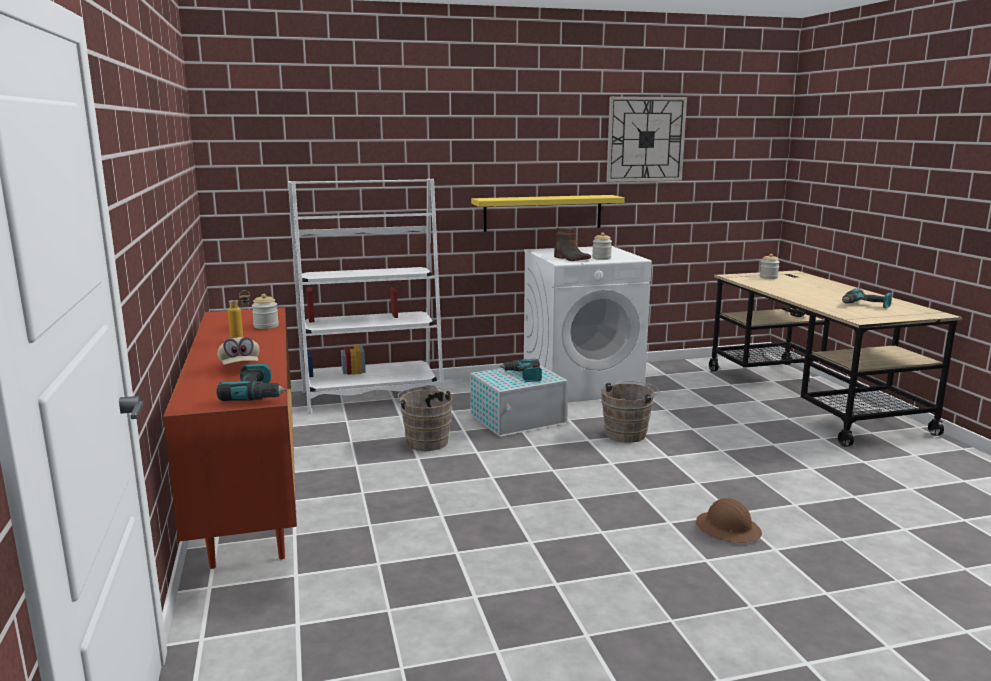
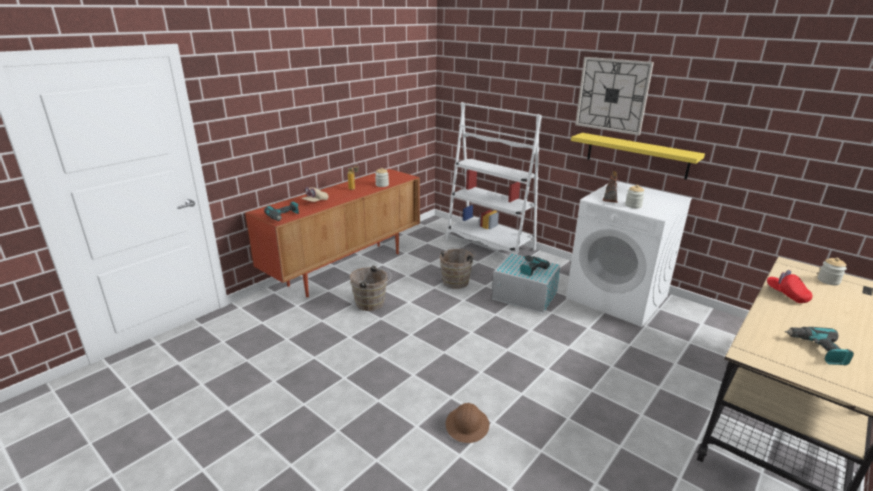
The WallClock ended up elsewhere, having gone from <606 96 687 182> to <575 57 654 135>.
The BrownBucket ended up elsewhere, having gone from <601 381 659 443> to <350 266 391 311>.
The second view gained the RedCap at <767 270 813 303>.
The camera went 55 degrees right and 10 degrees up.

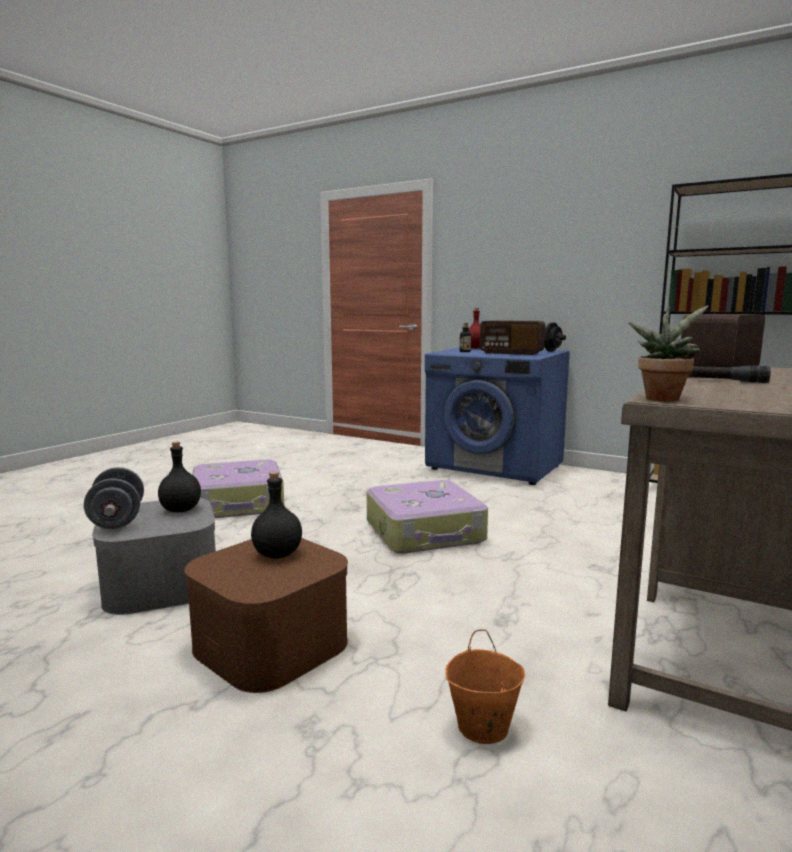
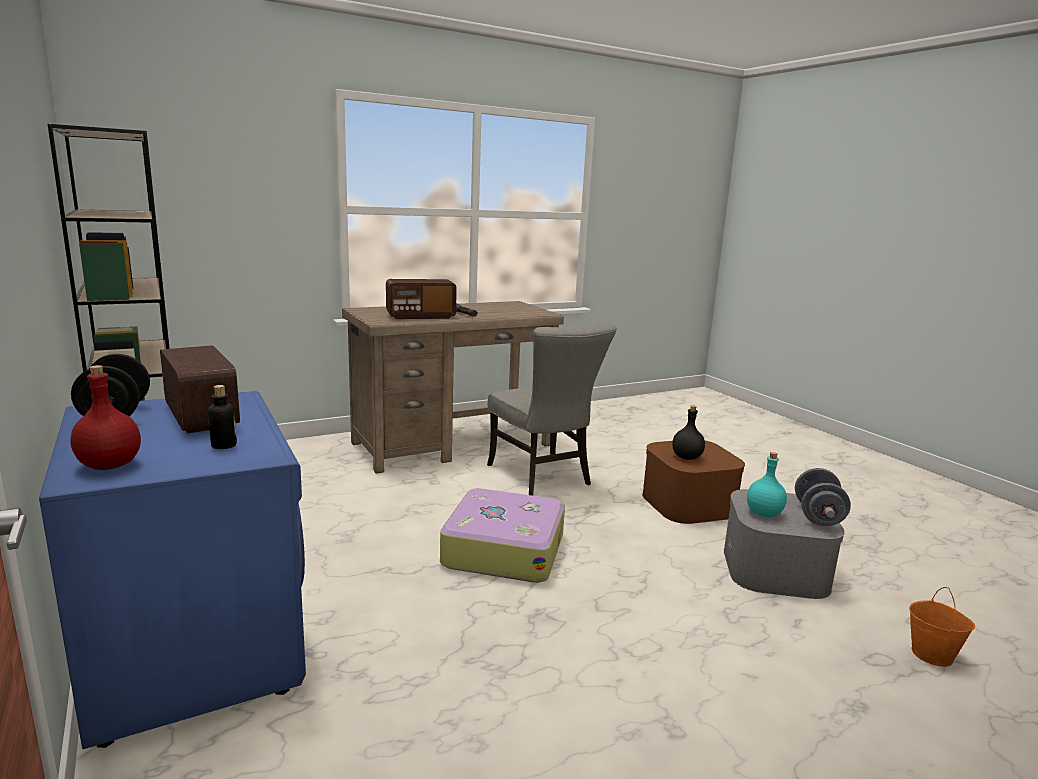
The second view lost the PottedPlant at <628 305 709 402>.
What was the BlackBottle at <158 442 201 512> turned into the TurquoiseBottle at <747 452 787 517>.
The second view lost the Suitcase at <192 460 284 518>.
The OrangeBucket ended up elsewhere, having gone from <445 629 525 744> to <909 587 975 667>.
The second view gained the GreyChair at <487 323 617 496>.
The camera went 150 degrees left and 5 degrees up.

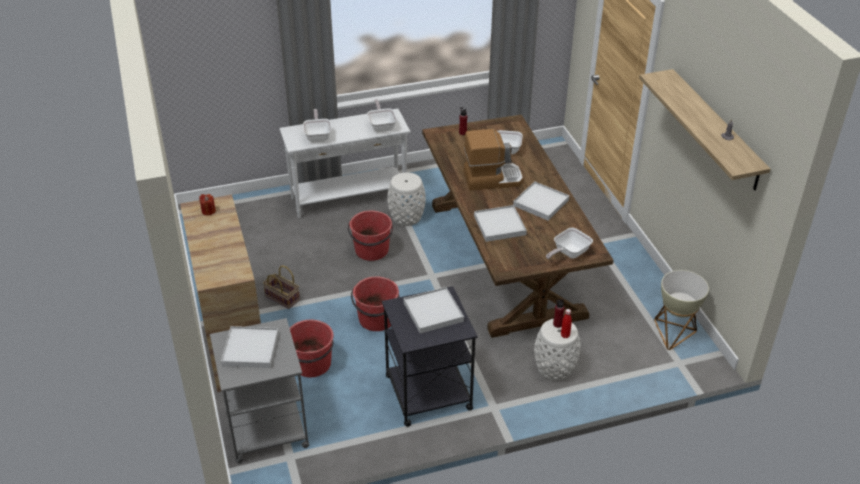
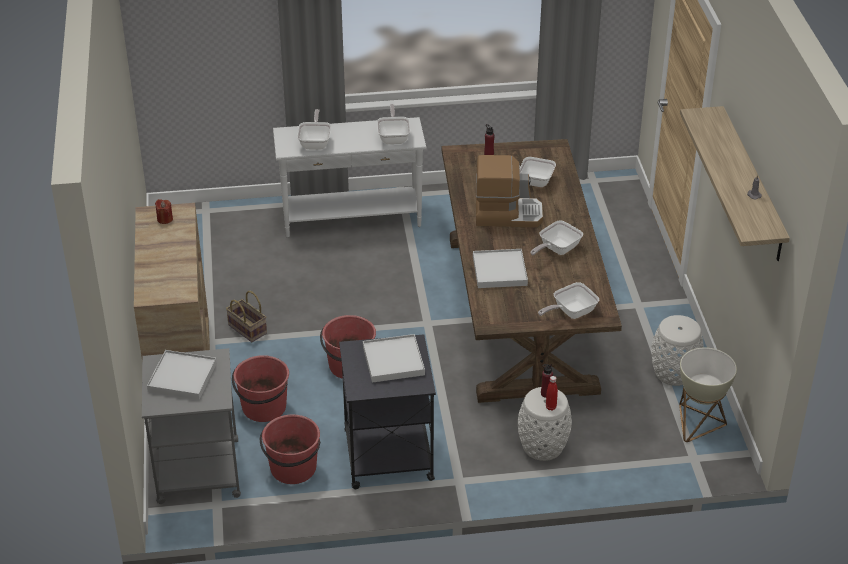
The WhiteStool ended up elsewhere, having gone from <387 172 426 226> to <651 315 703 386>.
Where the WhiteTray stood at <513 181 569 221>, the FryingPan came to stand at <530 220 583 256>.
The RedBucket ended up elsewhere, having gone from <348 211 393 261> to <260 414 320 484>.
The camera went 10 degrees right and 0 degrees up.

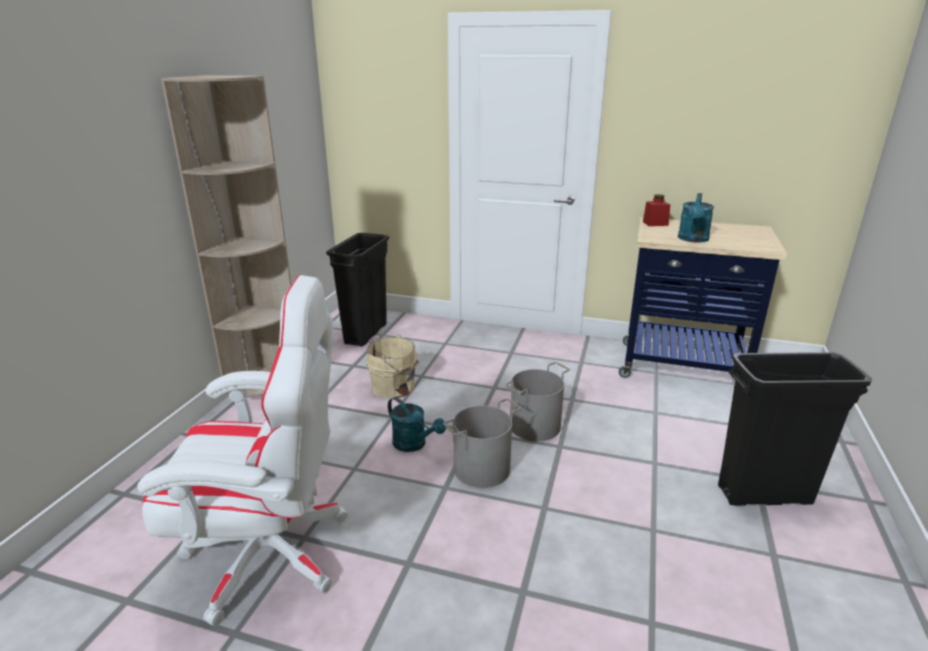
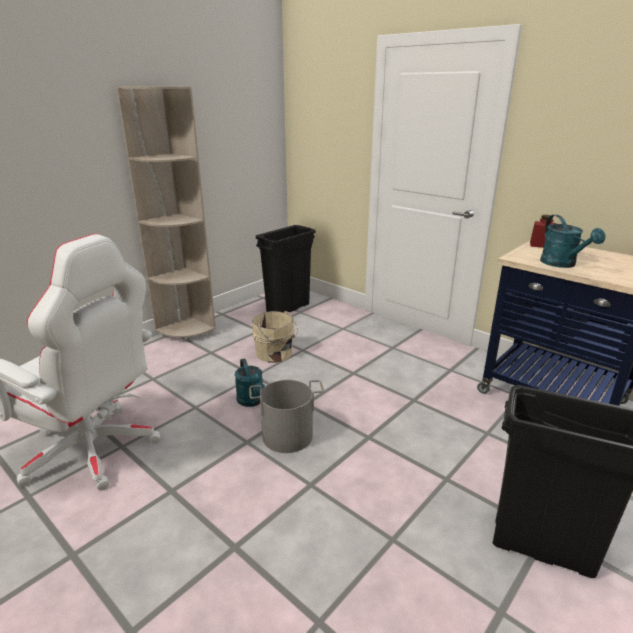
The TurquoiseWateringCan at <678 193 714 242> ended up facing another way, 60 degrees counterclockwise from before.
The second view lost the GreyBucket at <505 362 570 441>.
The camera went 25 degrees right and 0 degrees up.

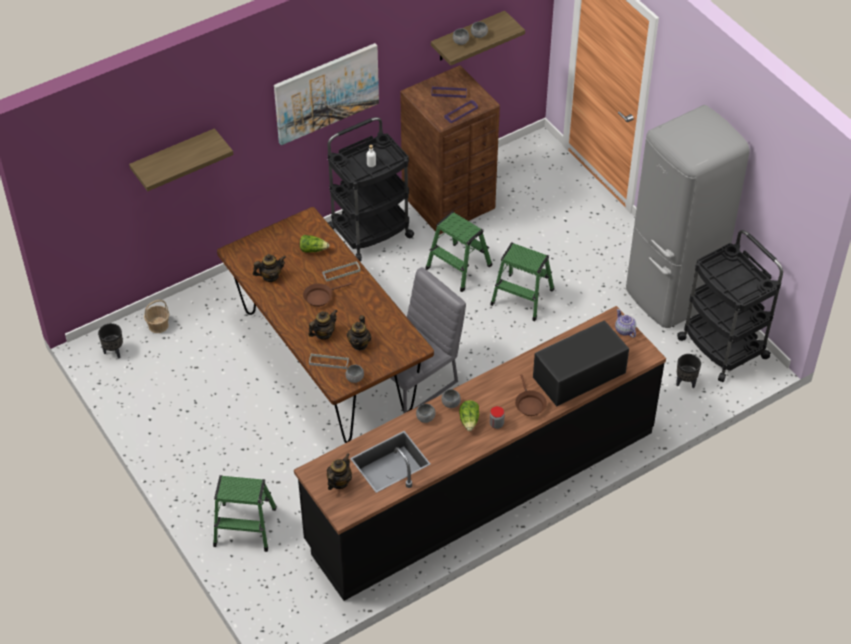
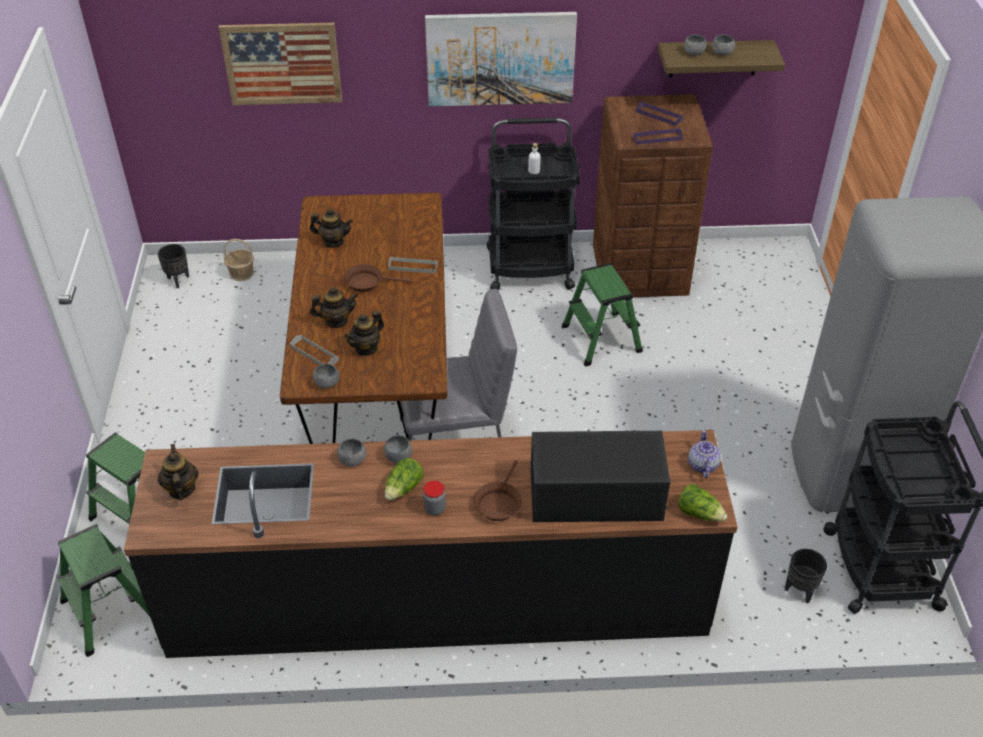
Where the Shelf hung at <129 128 233 191>, the Picture came to hang at <218 23 342 105>.
The Lettuce ended up elsewhere, having gone from <300 235 330 253> to <678 484 727 521>.
The GreenStepLadder ended up elsewhere, having gone from <490 242 555 321> to <56 524 150 657>.
The Teapot at <327 453 352 490> ended up facing another way, 75 degrees counterclockwise from before.
The camera went 30 degrees right and 5 degrees down.

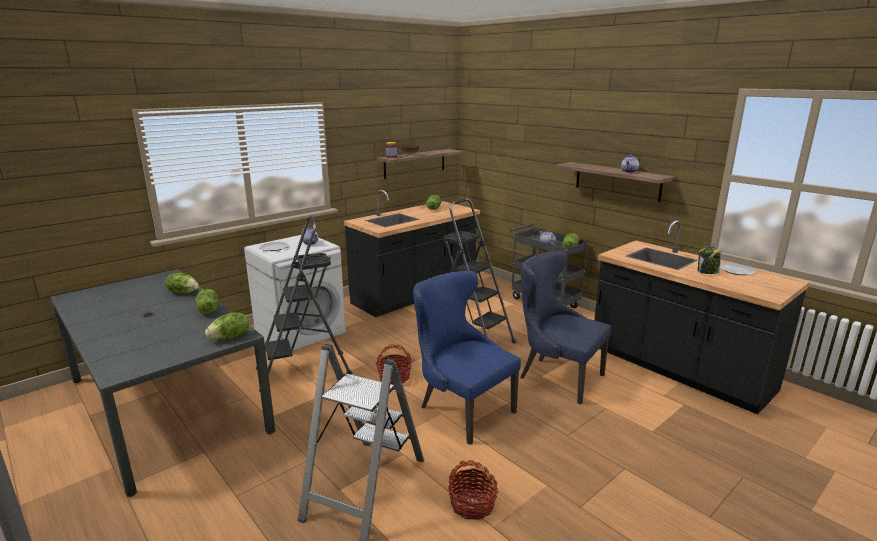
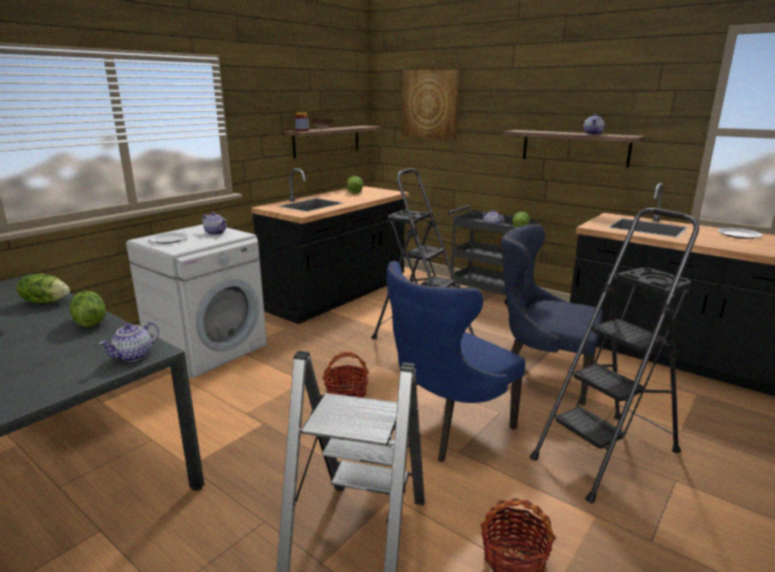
The StepLadder ended up elsewhere, having gone from <256 216 353 392> to <529 208 699 503>.
The second view lost the Jar at <698 245 721 274>.
The BlueChair at <413 271 521 445> ended up facing another way, 75 degrees counterclockwise from before.
Where the Lettuce stood at <205 312 249 339>, the Teapot came to stand at <99 322 159 362>.
The second view gained the Picture at <402 69 459 139>.
The camera went 10 degrees left and 0 degrees up.

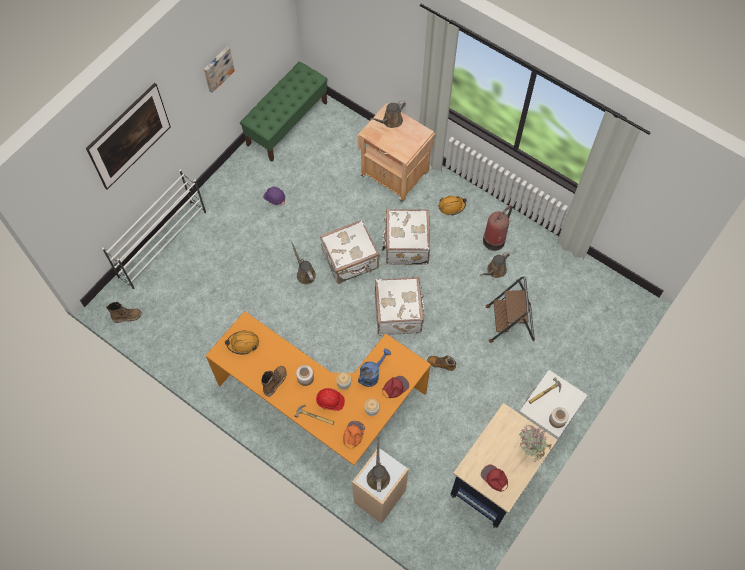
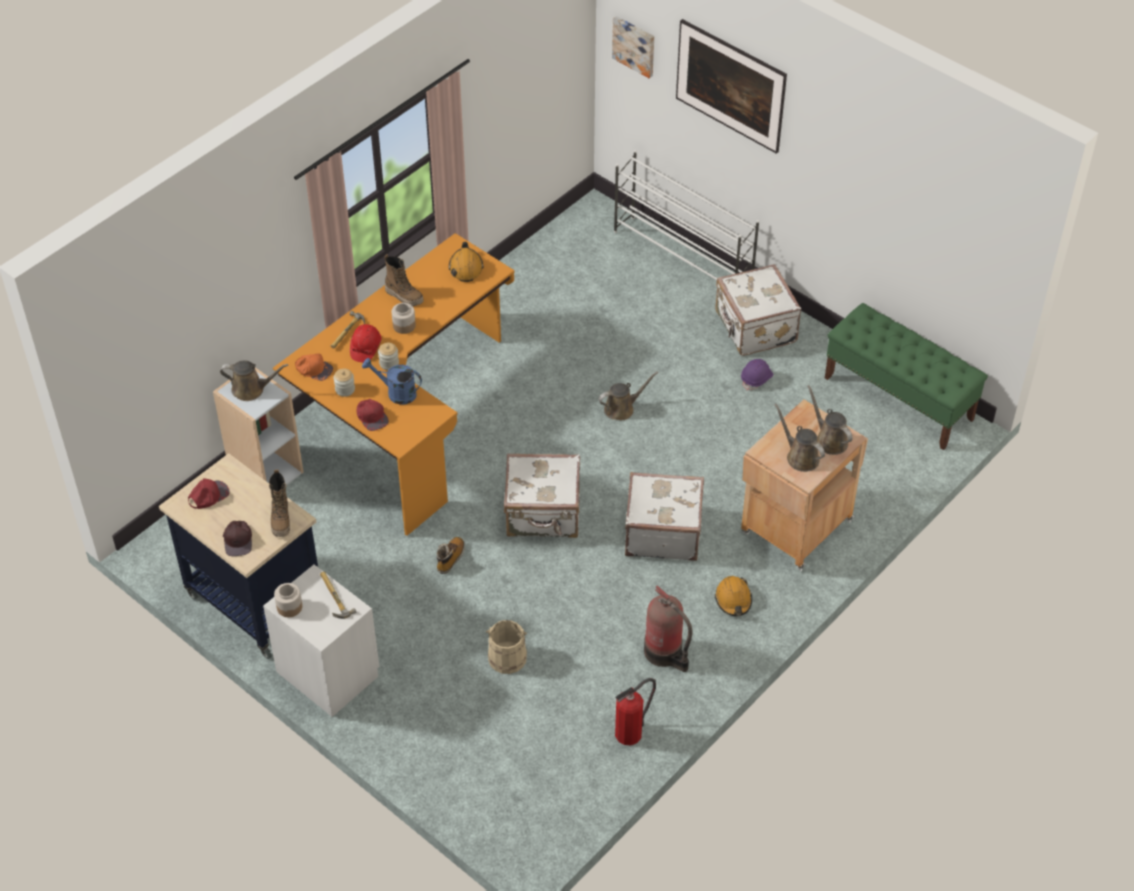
The Picture ended up elsewhere, having gone from <204 47 235 93> to <612 16 654 78>.
The WhiteSuitcase ended up elsewhere, having gone from <320 220 379 284> to <715 264 801 356>.
The BrownWateringCan ended up elsewhere, having gone from <480 251 510 278> to <774 404 825 472>.
Where the BrownStepLadder stood at <486 276 535 343>, the BeigeBucket came to stand at <486 620 527 674>.
The Boot ended up elsewhere, having gone from <106 301 142 323> to <269 470 290 537>.
The BlueWateringCan at <358 349 391 387> ended up facing another way, 150 degrees clockwise from before.
Where the PottedPlant stood at <519 425 552 461>, the BrownCap came to stand at <223 521 252 556>.
The second view gained the FireExtinguisher at <615 678 656 745>.
The camera went 95 degrees right and 15 degrees down.

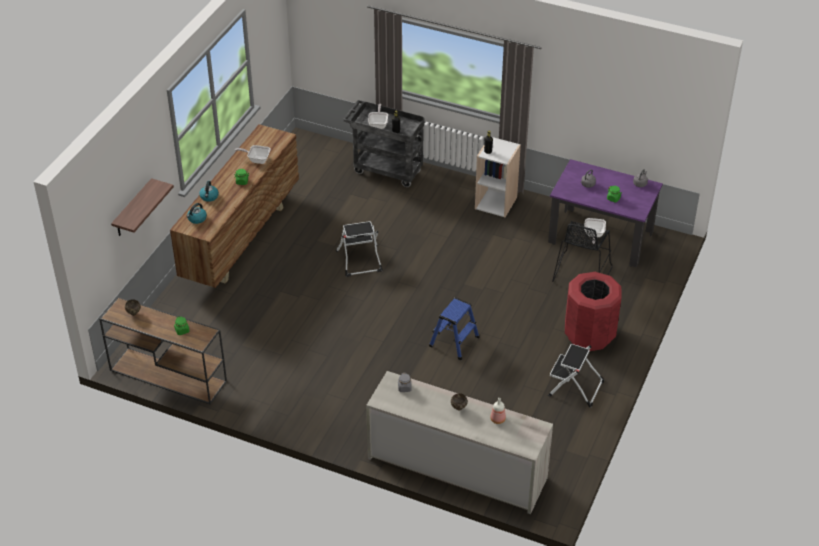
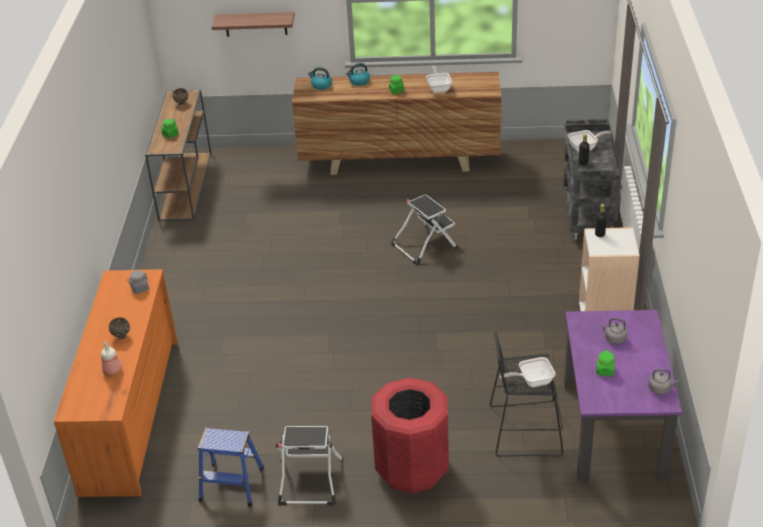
The BlueStepLadder ended up elsewhere, having gone from <429 297 480 360> to <198 428 264 507>.
What was the WhiteDresser at <366 371 553 514> turned into the OrangeDresser at <54 269 178 497>.
The camera went 70 degrees right and 5 degrees down.

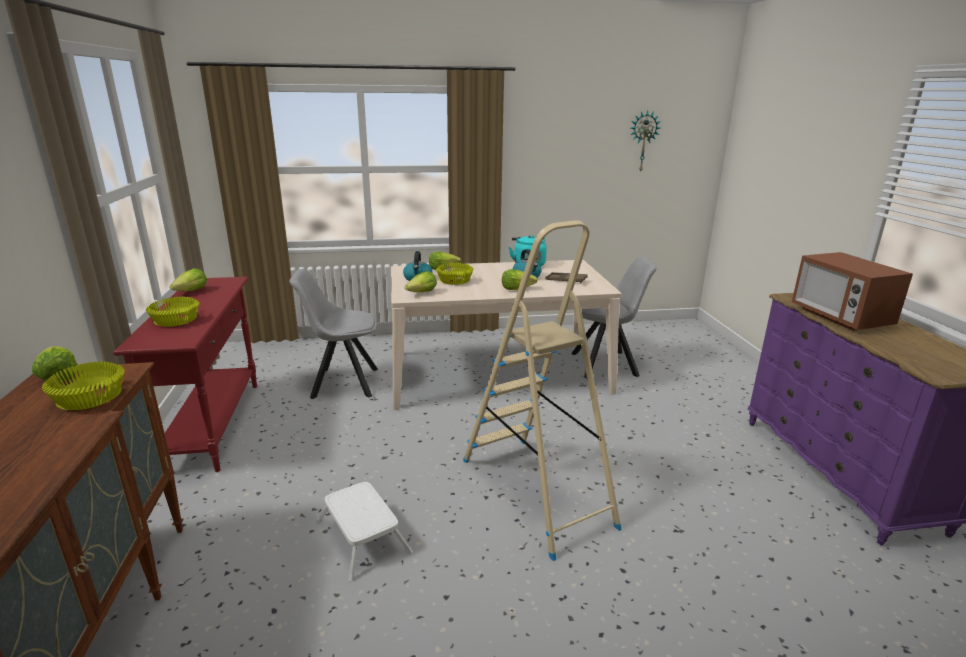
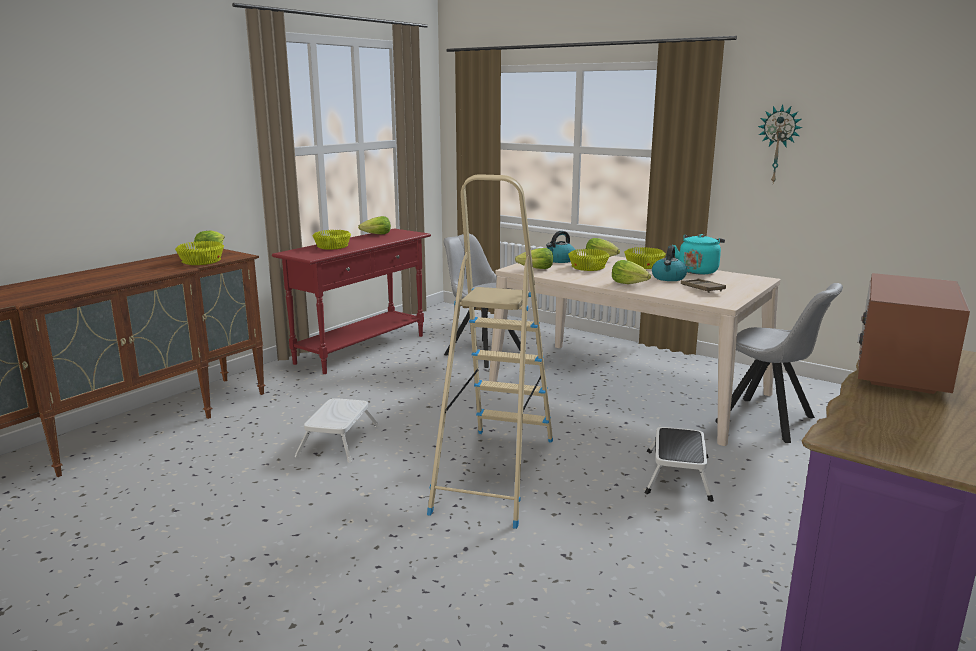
The WallClock ended up elsewhere, having gone from <630 111 661 173> to <758 104 802 183>.
The second view gained the YellowBowl at <624 247 666 269>.
The second view gained the BlackStepLadder at <645 427 714 502>.
The camera went 45 degrees right and 5 degrees down.

